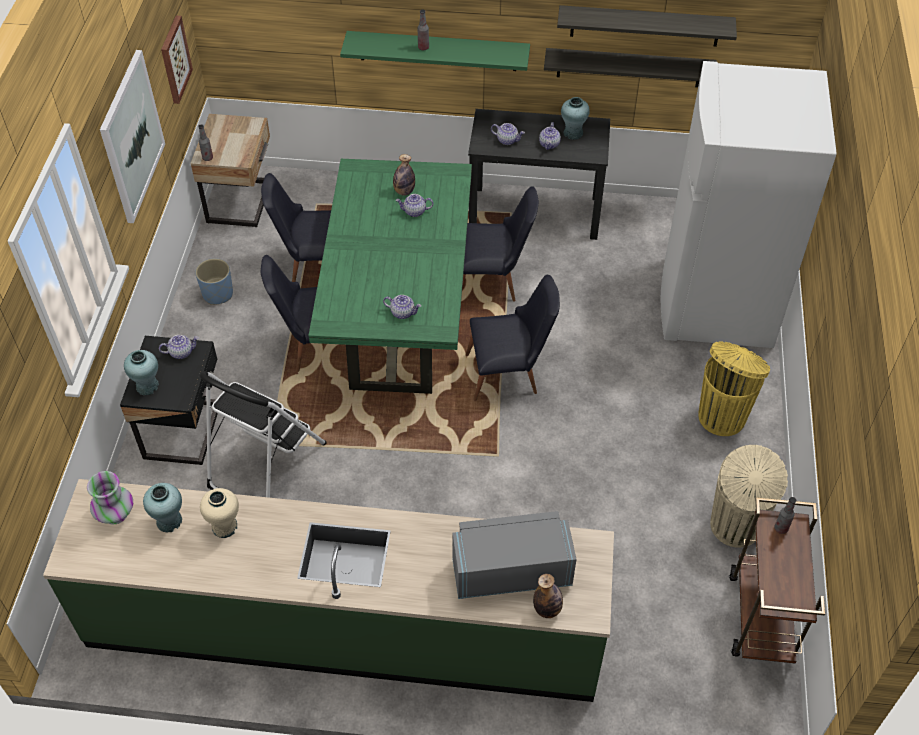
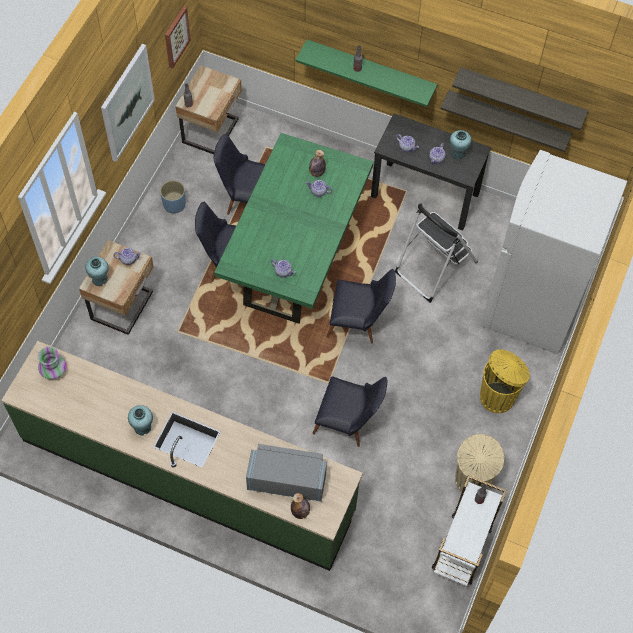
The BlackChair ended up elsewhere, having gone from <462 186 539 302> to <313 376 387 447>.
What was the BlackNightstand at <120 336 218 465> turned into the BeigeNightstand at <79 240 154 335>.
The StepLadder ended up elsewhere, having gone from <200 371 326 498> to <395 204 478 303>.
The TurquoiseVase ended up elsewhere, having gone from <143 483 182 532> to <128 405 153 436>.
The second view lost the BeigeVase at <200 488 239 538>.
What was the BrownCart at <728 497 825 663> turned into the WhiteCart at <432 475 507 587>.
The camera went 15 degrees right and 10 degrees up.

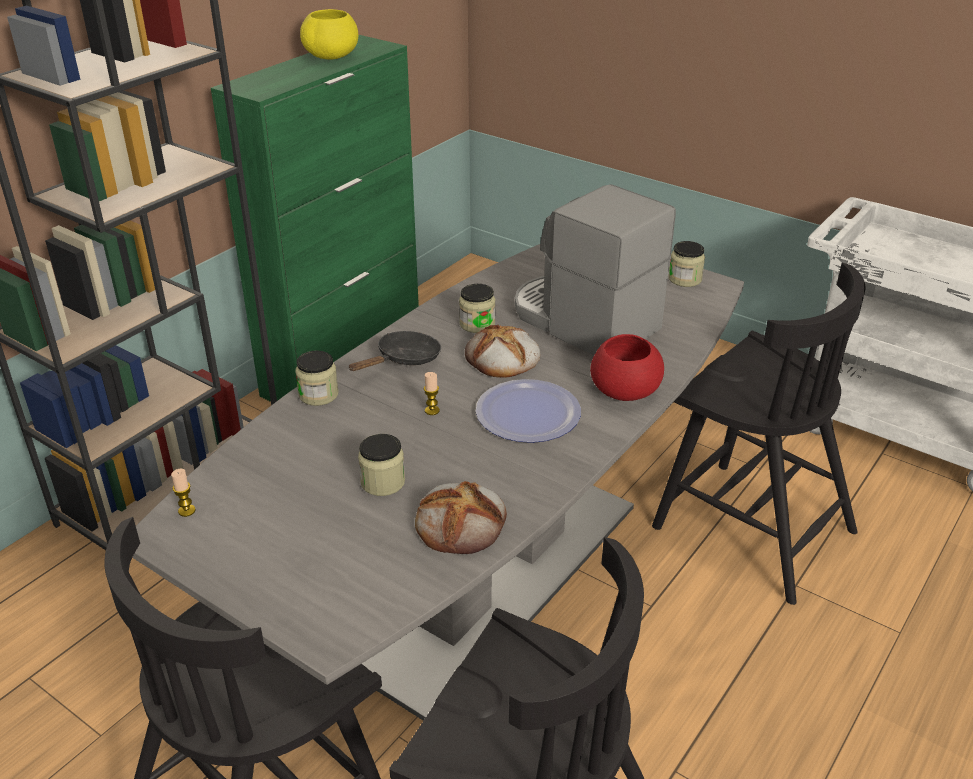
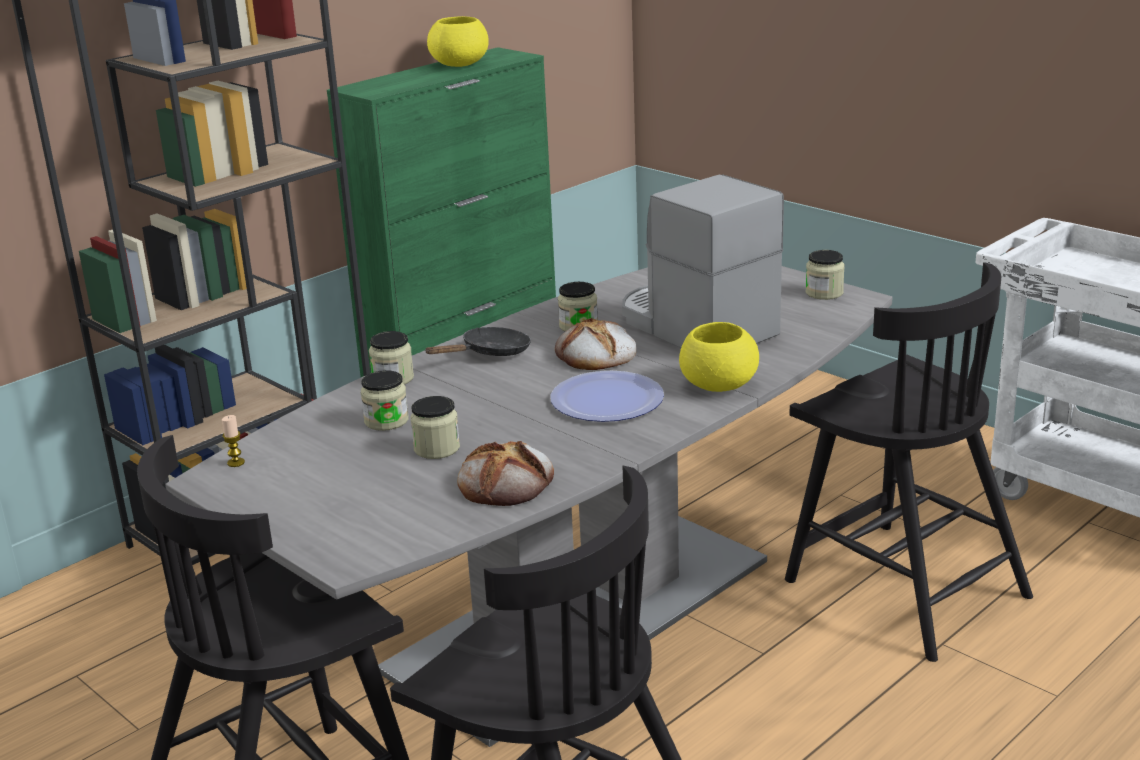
What was the RedBowl at <590 334 664 401> turned into the YellowBowl at <679 322 759 392>.
The second view lost the Candle at <424 372 440 415>.
The second view gained the Jar at <361 370 409 431>.
The camera went 10 degrees right and 10 degrees down.

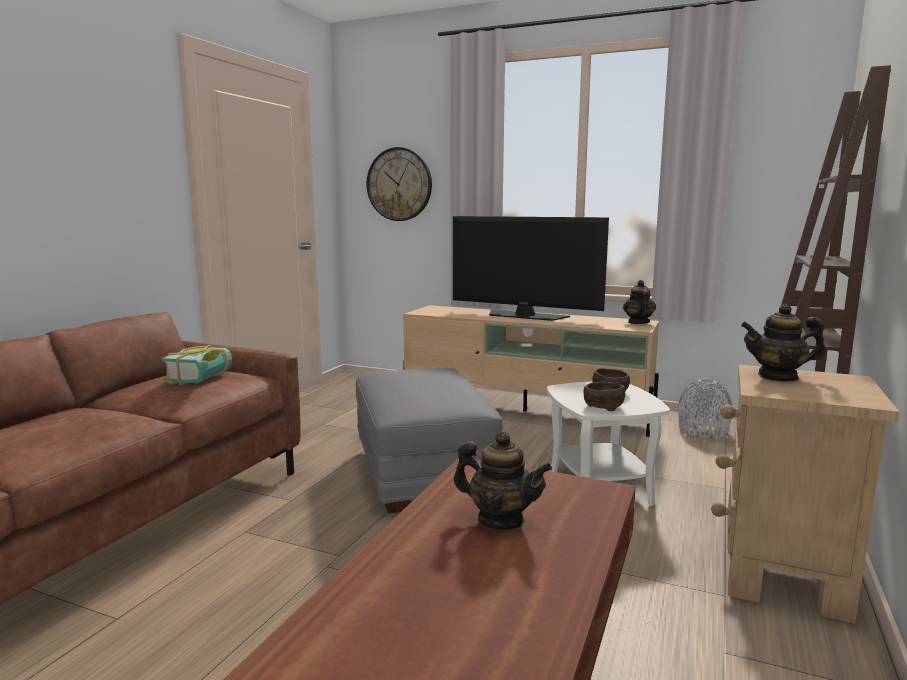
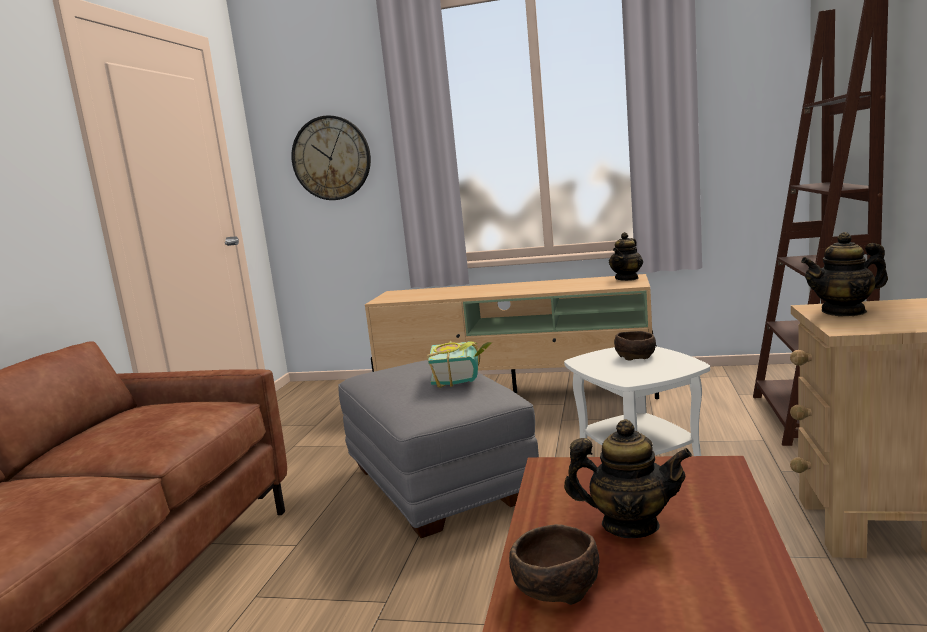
The second view lost the Television at <453 216 609 321>.
The Teapot at <623 280 656 324> ended up facing another way, 135 degrees counterclockwise from before.
The Book ended up elsewhere, having gone from <162 345 232 385> to <427 341 492 388>.
The second view lost the GreyVase at <678 379 732 439>.
The BrownBowl ended up elsewhere, having gone from <583 382 625 411> to <509 524 600 605>.
The camera went 10 degrees left and 0 degrees up.

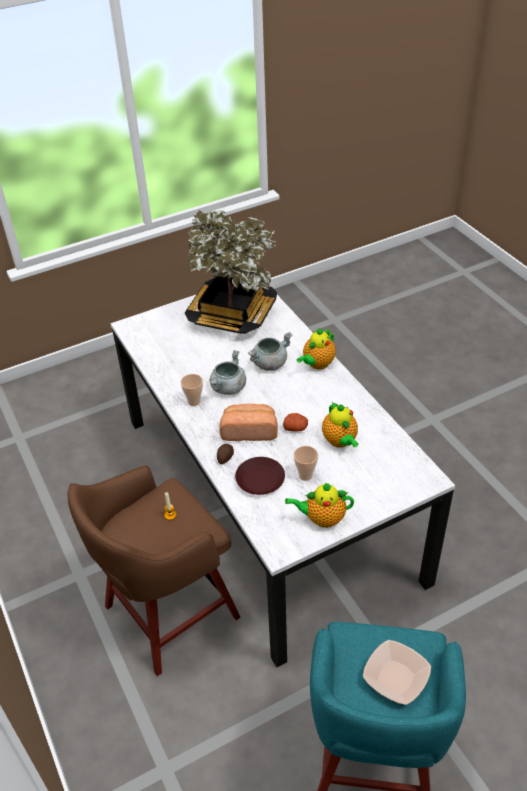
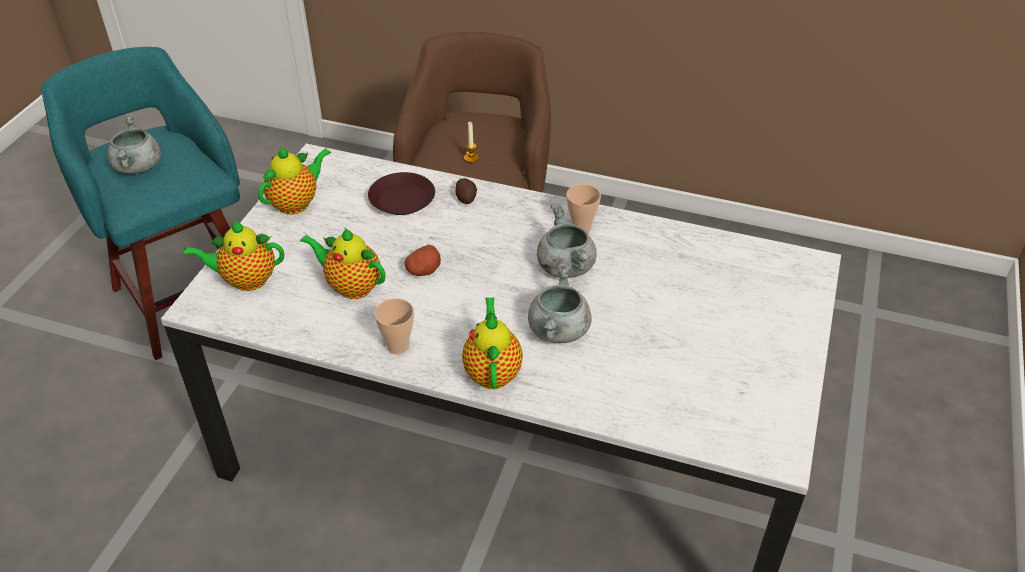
The second view lost the PottedPlant at <185 210 277 334>.
The second view lost the Bread at <219 404 278 441>.
The Cup ended up elsewhere, having gone from <294 446 318 481> to <374 298 414 354>.
Where the Bowl stood at <363 640 431 705>, the GreyCookingPot came to stand at <108 113 161 174>.
The second view gained the Teapot at <183 220 284 291>.
The camera went 135 degrees right and 0 degrees up.

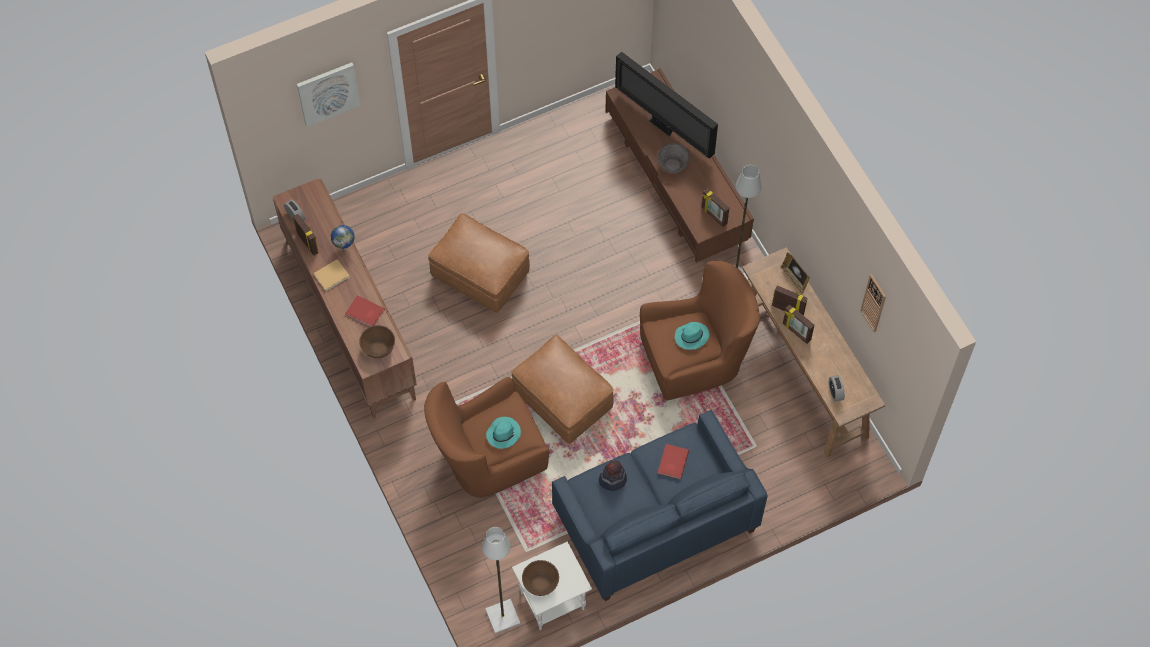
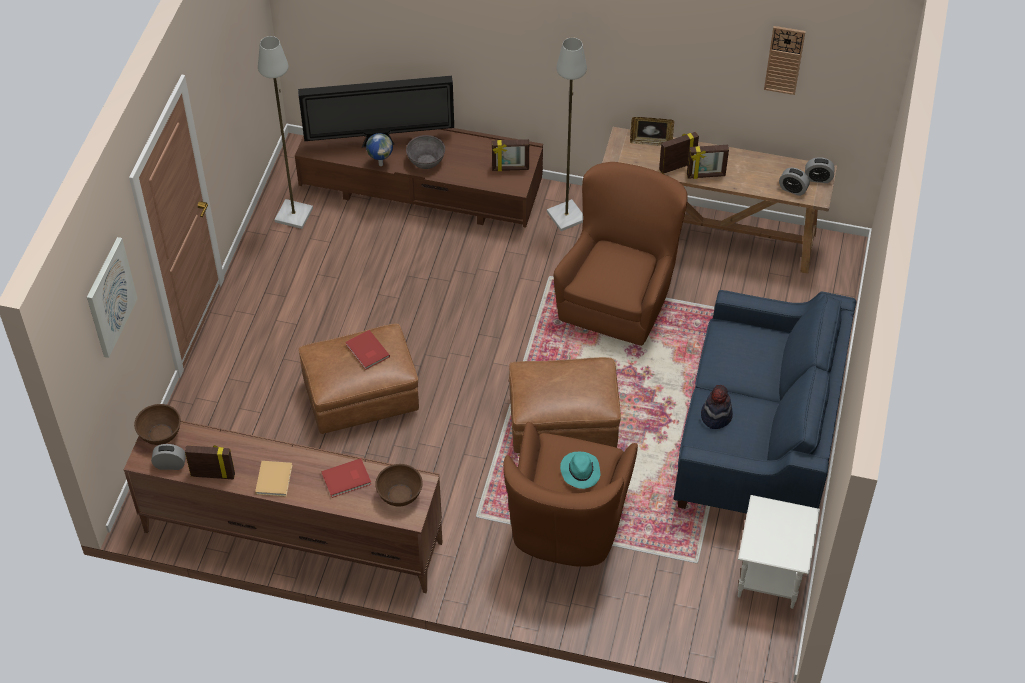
The Globe ended up elsewhere, having gone from <331 225 355 250> to <366 133 393 166>.
The second view lost the TurquoiseHat at <675 322 709 350>.
The RedBook ended up elsewhere, having gone from <658 444 689 480> to <345 330 390 370>.
The GreyFloorLamp ended up elsewhere, having gone from <482 527 521 634> to <258 36 313 229>.
The BrownBowl ended up elsewhere, having gone from <522 560 559 596> to <134 404 181 445>.
The second view gained the AlarmClock at <805 157 835 183>.
The camera went 50 degrees left and 10 degrees down.

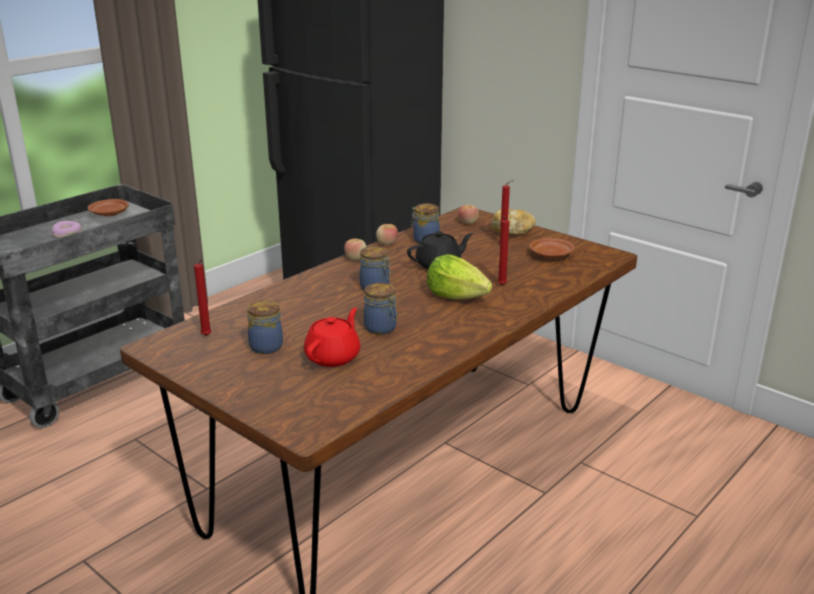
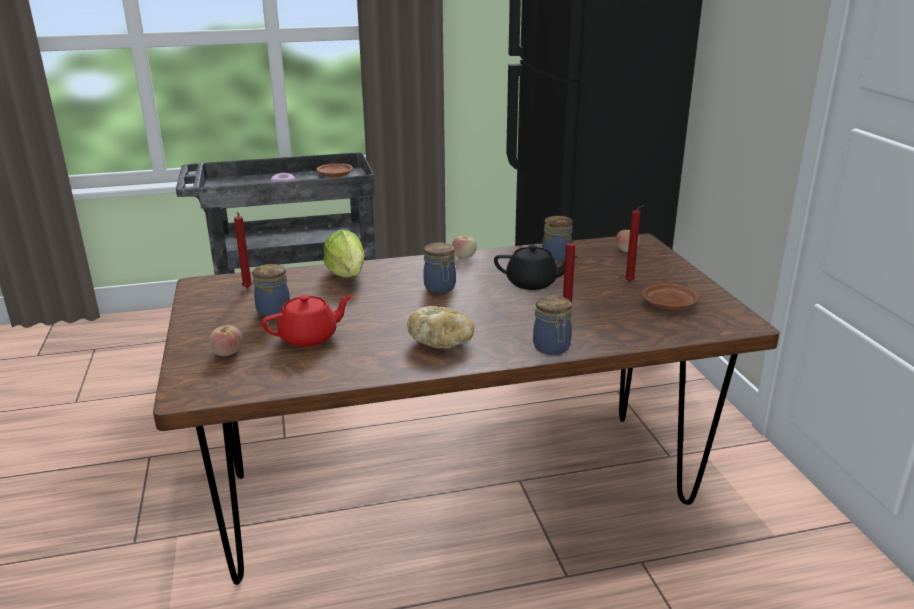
The Bread ended up elsewhere, having gone from <491 209 536 235> to <407 306 474 349>.
The Apple ended up elsewhere, having gone from <376 224 398 246> to <210 325 242 356>.
The Lettuce ended up elsewhere, having gone from <427 254 492 299> to <323 230 365 278>.
The Jar ended up elsewhere, having gone from <364 283 397 334> to <533 295 572 355>.
The camera went 35 degrees right and 0 degrees up.

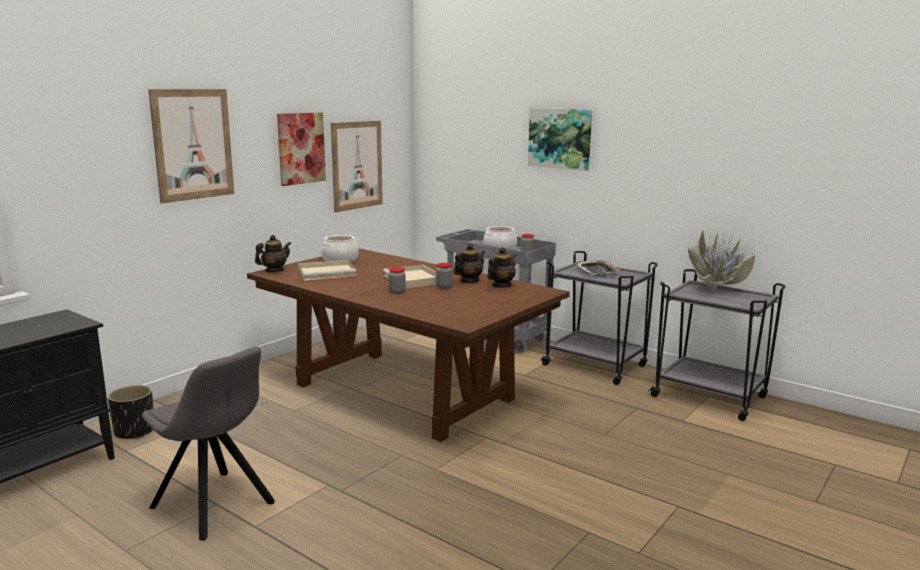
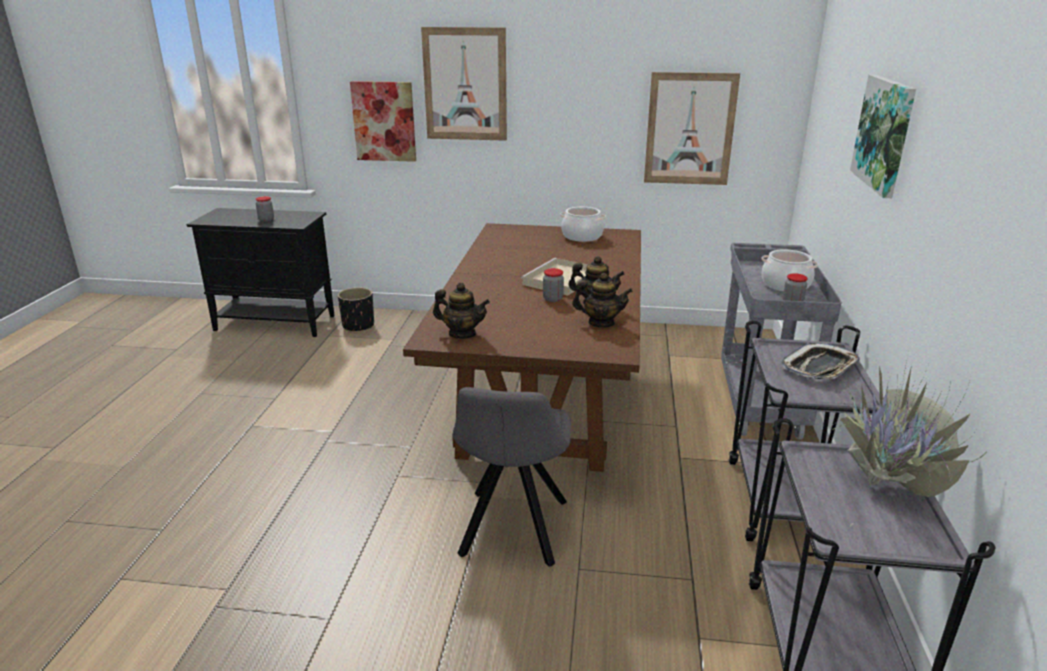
The Picture ended up elsewhere, having gone from <277 112 326 186> to <350 81 416 162>.
The Teapot ended up elsewhere, having gone from <255 235 291 272> to <433 283 490 339>.
The second view lost the BeigeTray at <298 260 356 281>.
The Jar ended up elsewhere, having gone from <388 267 406 294> to <256 196 274 222>.
The GreyChair ended up elsewhere, having gone from <142 346 275 541> to <453 387 571 567>.
The camera went 60 degrees right and 10 degrees up.

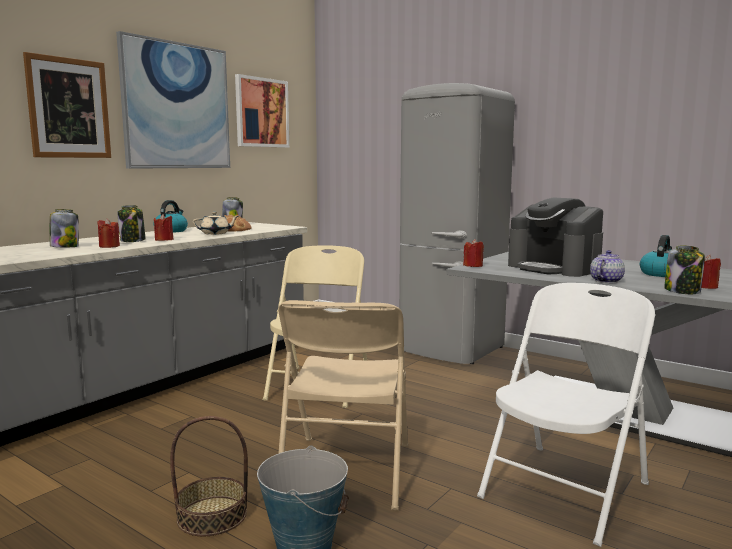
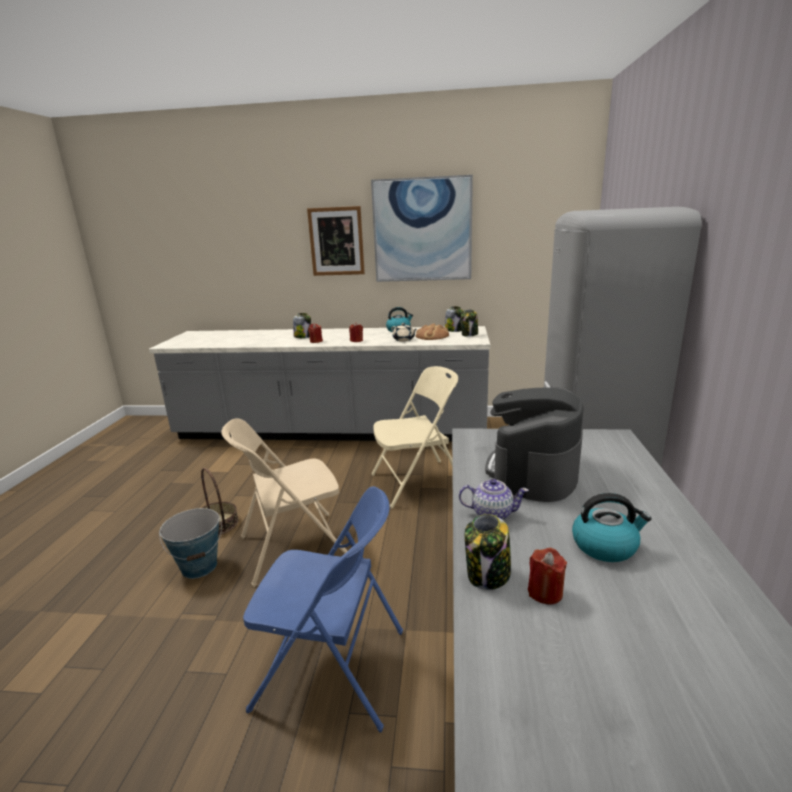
The second view lost the Picture at <235 74 289 148>.
The Jar ended up elsewhere, having gone from <117 205 145 242> to <461 309 478 337>.
The second view lost the RedCandle at <463 239 484 267>.
What was the WhiteChair at <477 283 655 547> turned into the BlueChair at <243 486 403 733>.
The camera went 60 degrees right and 10 degrees up.

